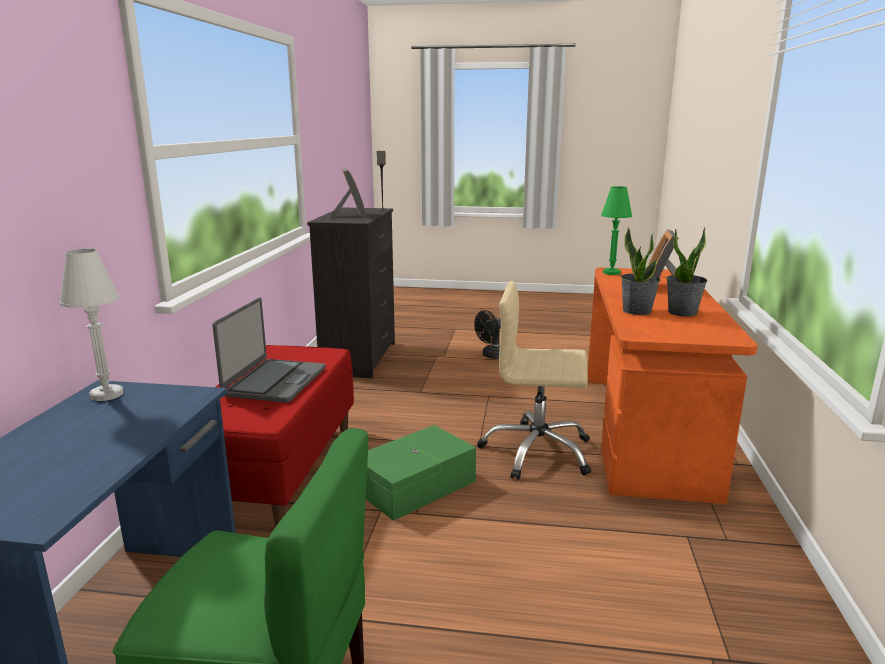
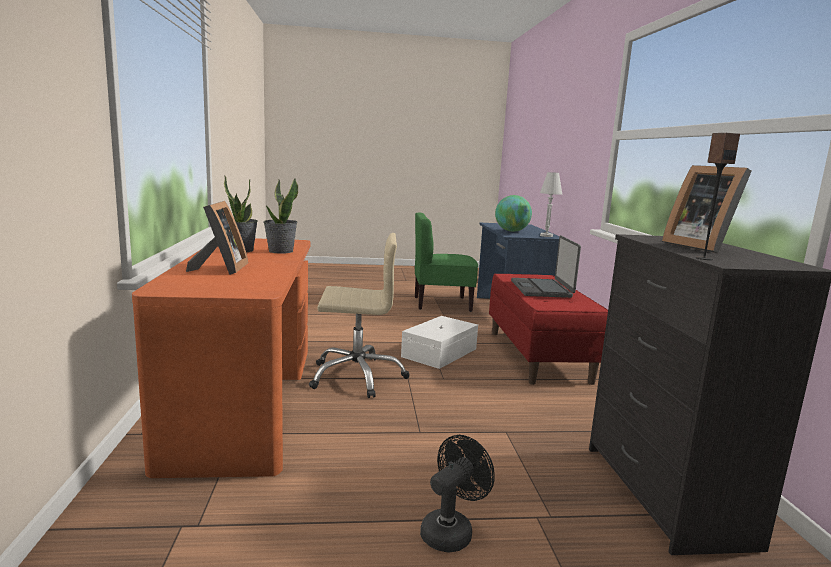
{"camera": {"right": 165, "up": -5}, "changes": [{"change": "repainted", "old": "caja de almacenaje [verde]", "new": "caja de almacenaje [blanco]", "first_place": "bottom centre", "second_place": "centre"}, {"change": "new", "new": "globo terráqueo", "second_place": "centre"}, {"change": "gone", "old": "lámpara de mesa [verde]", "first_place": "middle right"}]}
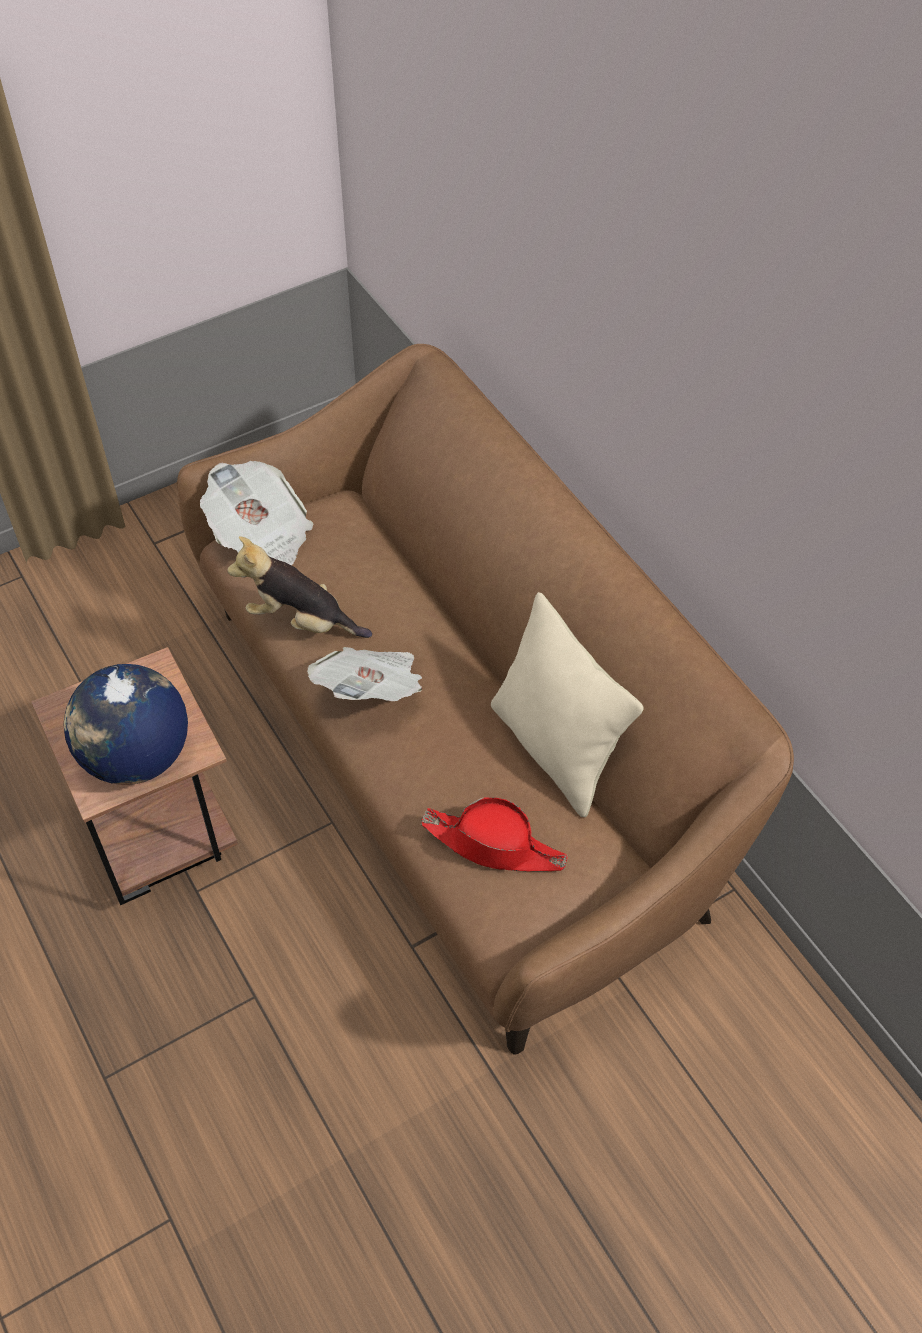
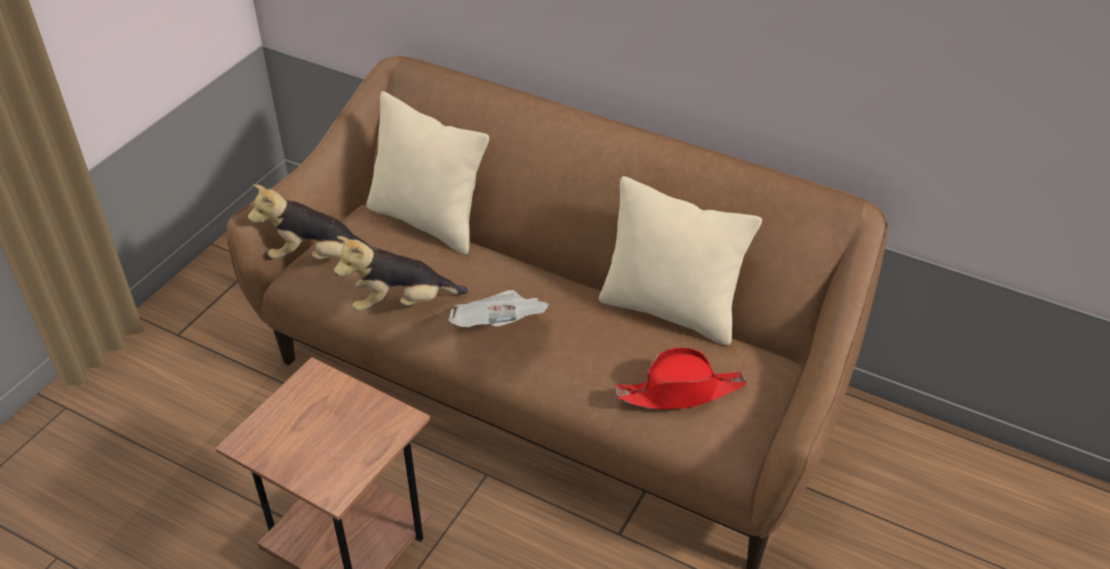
{"camera": {"right": -30, "up": -10}, "changes": [{"change": "swapped", "old": "periódico (no. 1 from left)", "new": "peluche (no. 1 from left)", "first_place": "middle left", "second_place": "middle left"}, {"change": "new", "new": "cojín [beis] (no. 1 from left)", "second_place": "top centre"}, {"change": "gone", "old": "globo terráqueo", "first_place": "middle left"}]}
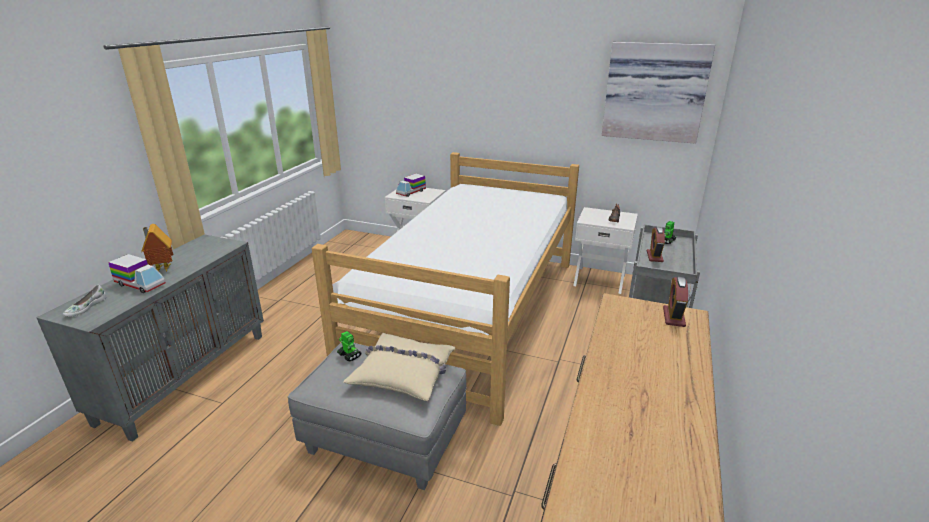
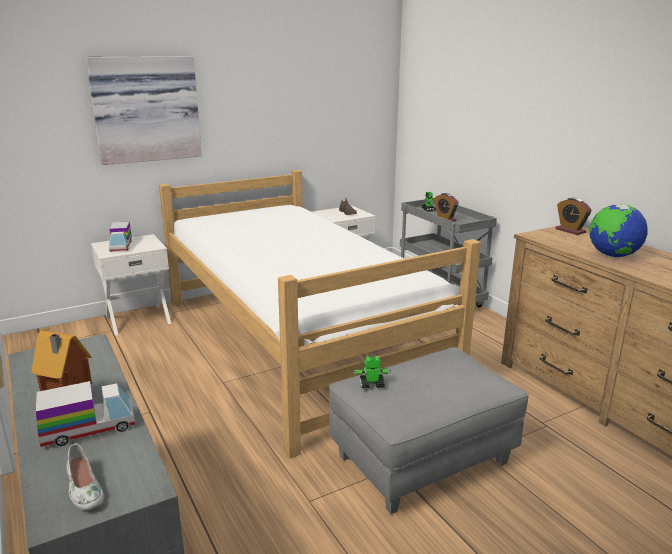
{"camera": {"right": -50, "up": -5}, "changes": [{"change": "shifted", "old": "cuadro", "first_place": "top right", "second_place": "top left"}, {"change": "new", "new": "globo terráqueo", "second_place": "middle right"}, {"change": "gone", "old": "cojín [beis]", "first_place": "bottom centre"}]}
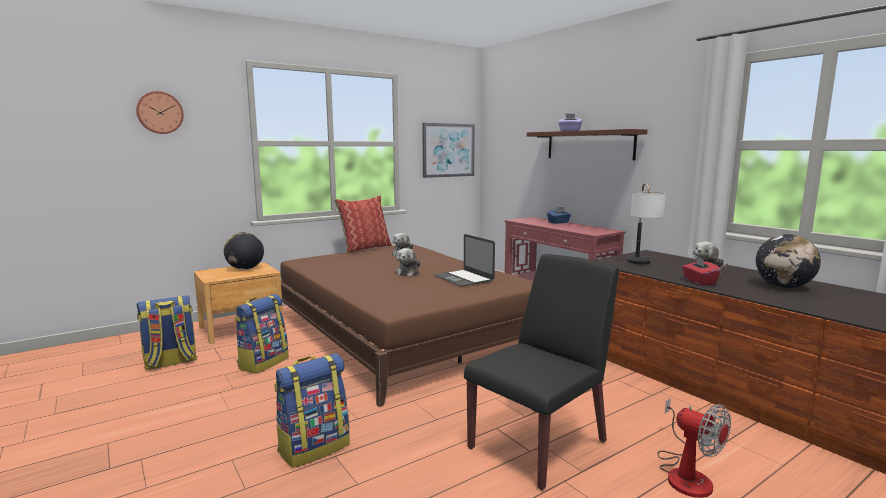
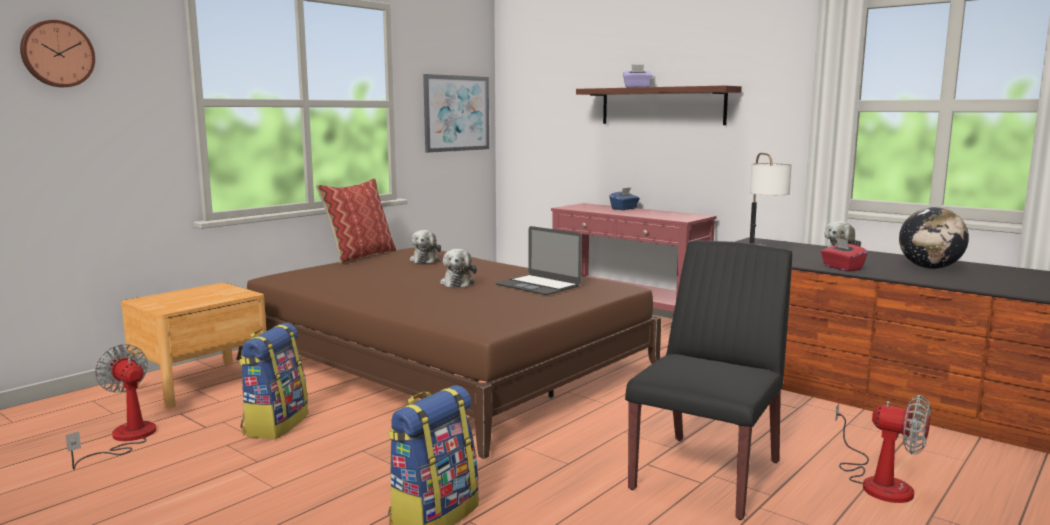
{"camera": {"right": -15, "up": 0}, "changes": [{"change": "swapped", "old": "mochila (no. 1 from left)", "new": "ventilador (no. 1 from left)", "first_place": "bottom left", "second_place": "bottom left"}, {"change": "gone", "old": "globo terráqueo (no. 1 from left)", "first_place": "middle left"}]}
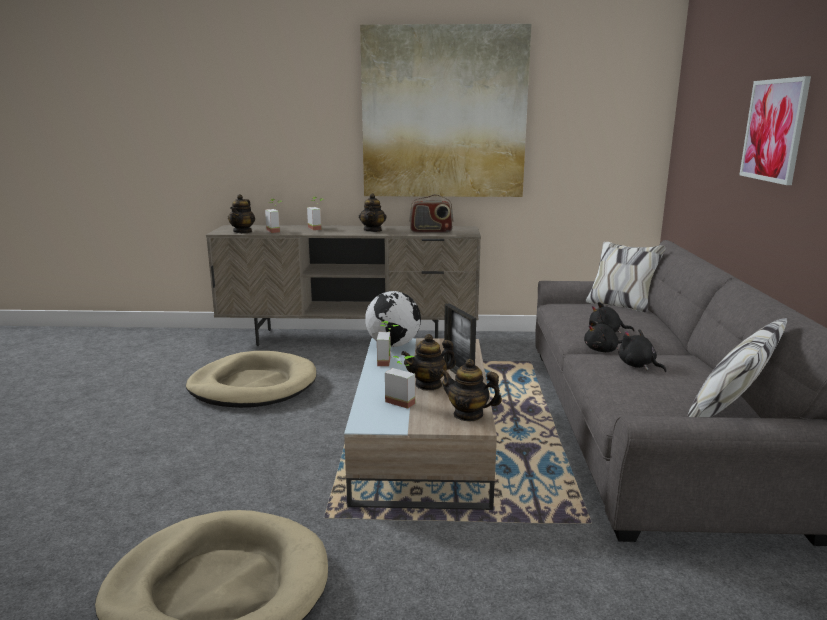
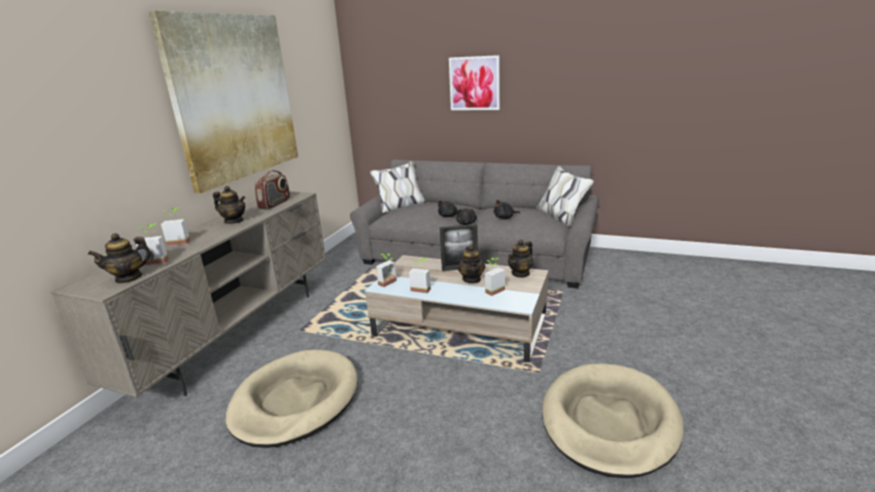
{"camera": {"right": -70, "up": 5}, "changes": [{"change": "rotated", "old": "tetera (no. 1 from left)", "first_place": "middle left", "second_place": "middle left", "degrees": 120}, {"change": "swapped", "old": "globo terráqueo", "new": "planta en maceta (no. 3 from left)", "first_place": "centre", "second_place": "centre"}]}
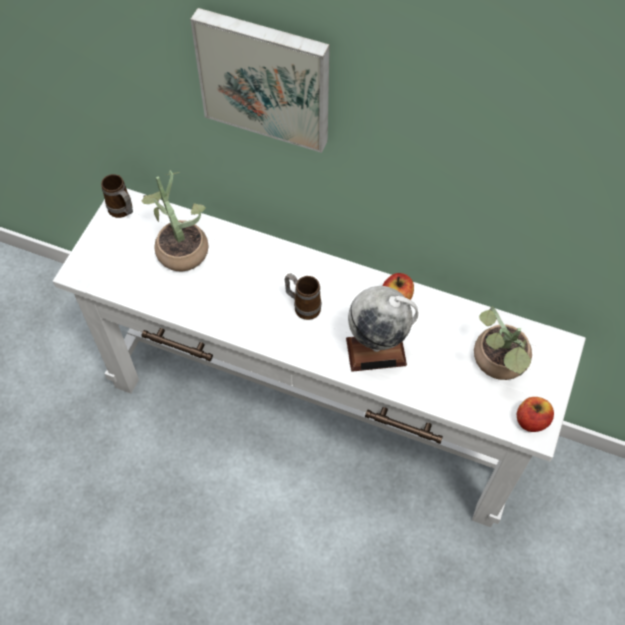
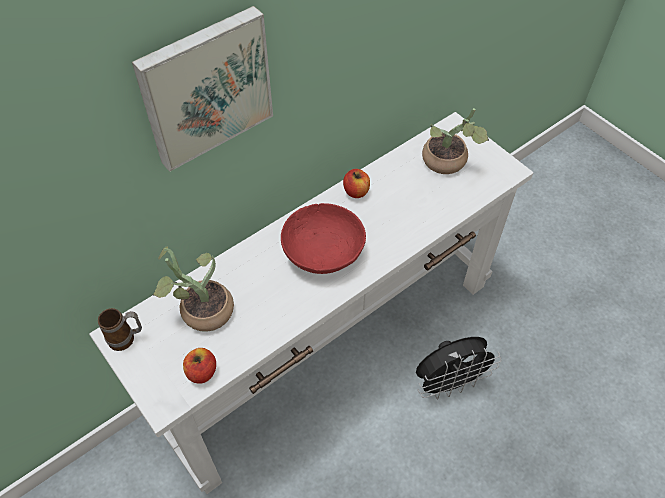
{"camera": {"right": -60, "up": -5}, "changes": [{"change": "shifted", "old": "manzana (no. 2 from left in the first image)", "new": "manzana (no. 1 from left)", "first_place": "middle right", "second_place": "bottom left"}, {"change": "swapped", "old": "taza grande (no. 2 from left)", "new": "cuenco [rojo]", "first_place": "centre", "second_place": "centre"}, {"change": "new", "new": "ventilador [negro]", "second_place": "bottom right"}, {"change": "gone", "old": "globo terráqueo", "first_place": "centre"}]}
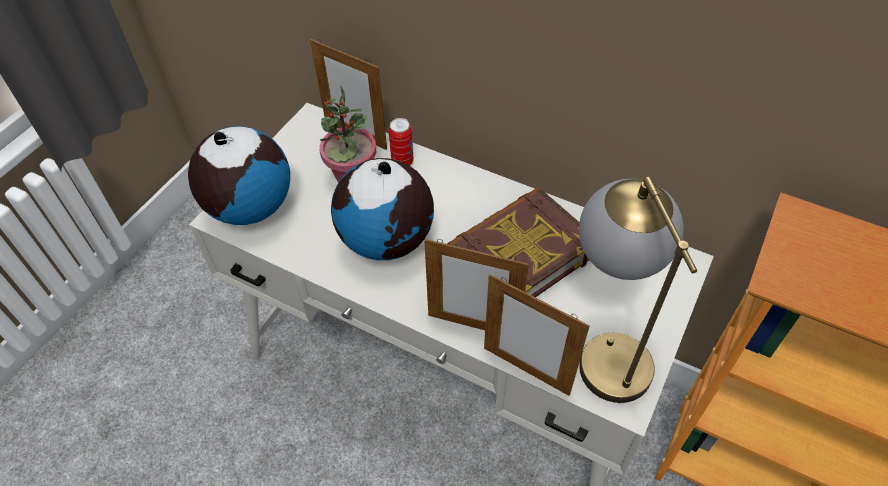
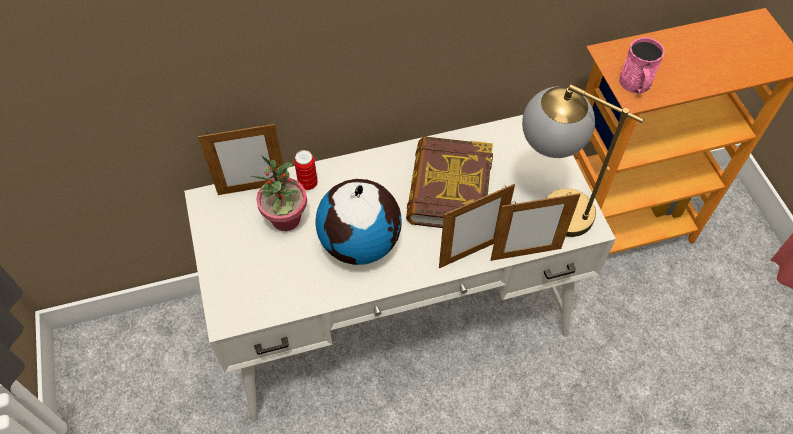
{"camera": {"right": -45, "up": 5}, "changes": [{"change": "new", "new": "taza grande [rosa]", "second_place": "top right"}, {"change": "gone", "old": "globo terráqueo (no. 1 from left)", "first_place": "middle left"}]}
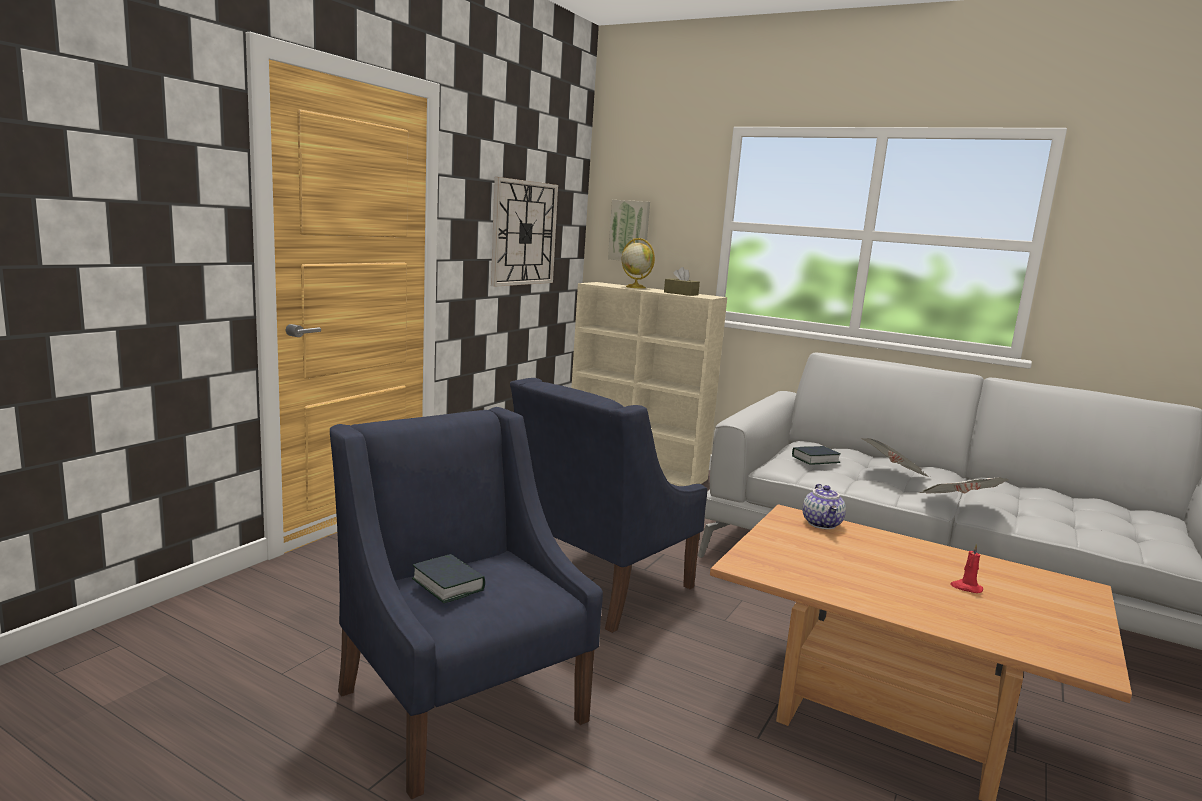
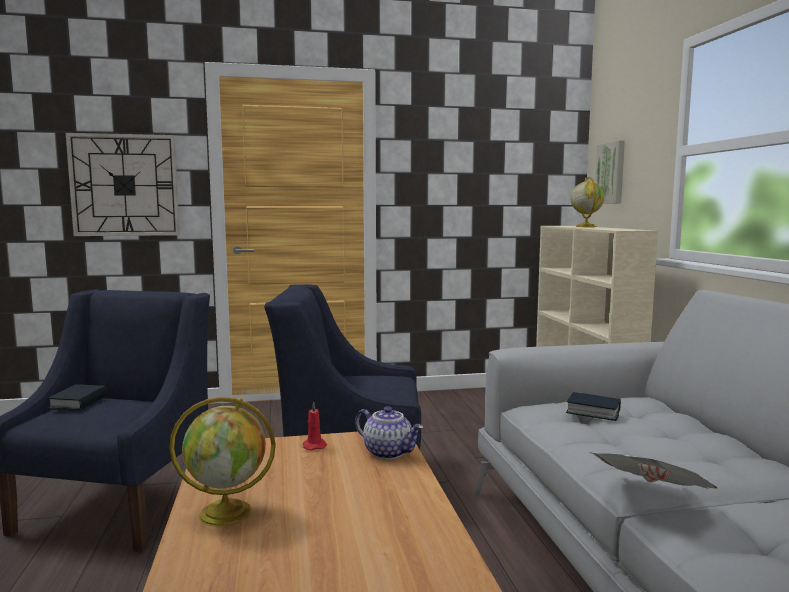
{"camera": {"right": 50, "up": -5}, "changes": [{"change": "shifted", "old": "reloj de pared", "first_place": "top centre", "second_place": "top left"}, {"change": "new", "new": "globo terráqueo (no. 1 from left)", "second_place": "bottom left"}, {"change": "shifted", "old": "vela [rojo]", "first_place": "bottom right", "second_place": "bottom centre"}, {"change": "rotated", "old": "tetera", "first_place": "middle right", "second_place": "bottom centre", "degrees": -105}, {"change": "gone", "old": "caja de pañuelos [marrón]", "first_place": "centre"}, {"change": "gone", "old": "periódico (no. 1 from left)", "first_place": "middle right"}]}
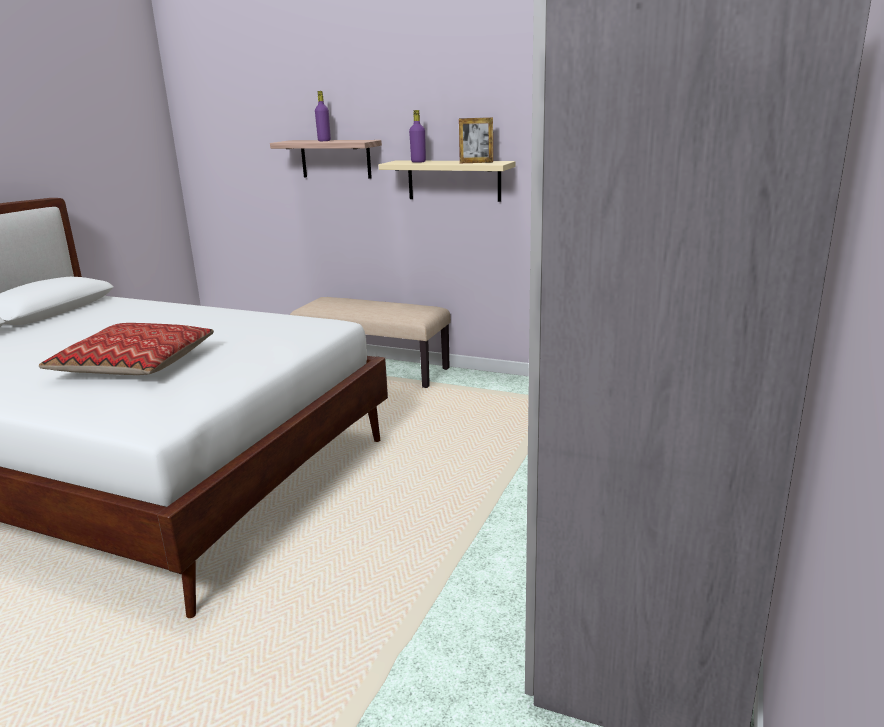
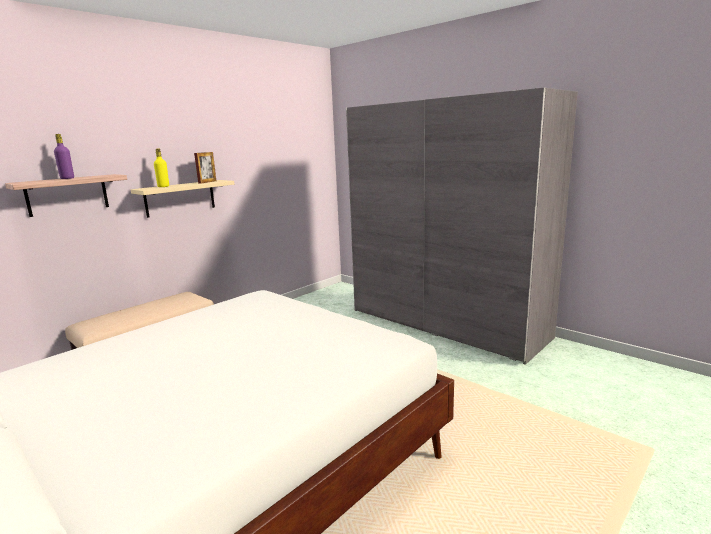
{"camera": {"right": -70, "up": -5}, "changes": [{"change": "repainted", "old": "botella [morado] (no. 2 from left)", "new": "botella [amarillo]", "first_place": "top centre", "second_place": "top left"}, {"change": "gone", "old": "cojín", "first_place": "middle left"}]}
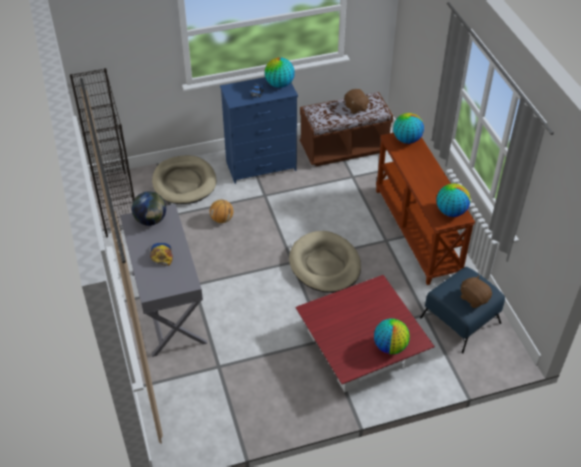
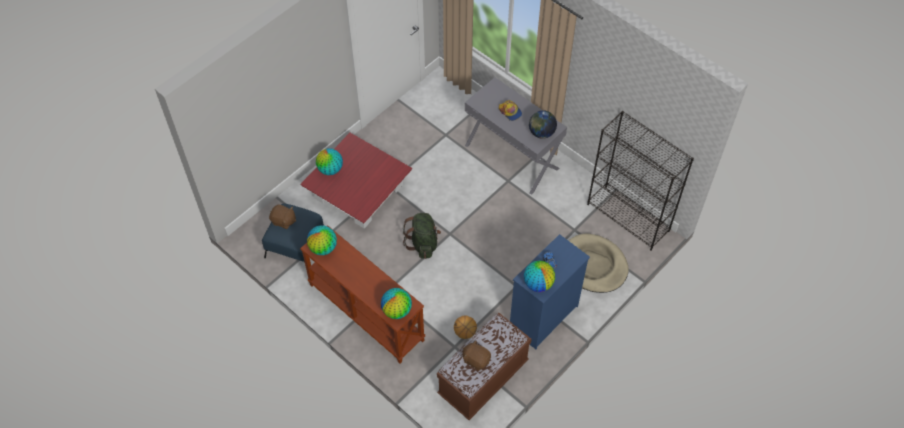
{"camera": {"right": 150, "up": 10}, "changes": [{"change": "swapped", "old": "cama para perro [beis] (no. 2 from left)", "new": "mochila [verde]", "first_place": "centre", "second_place": "centre"}, {"change": "shifted", "old": "balón de baloncesto", "first_place": "centre", "second_place": "bottom centre"}]}
